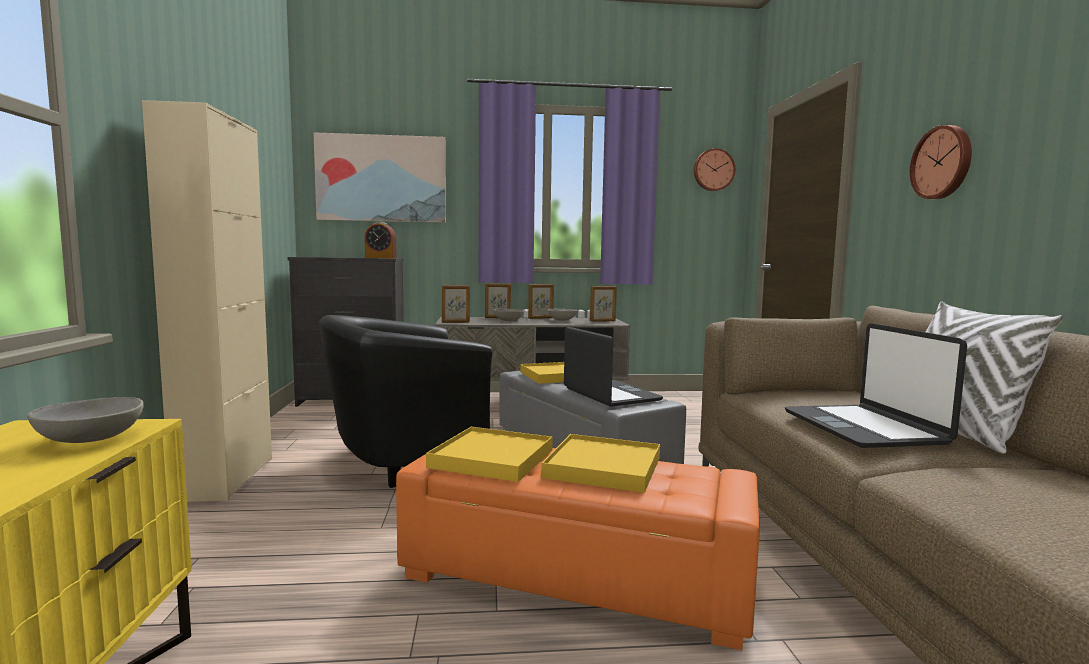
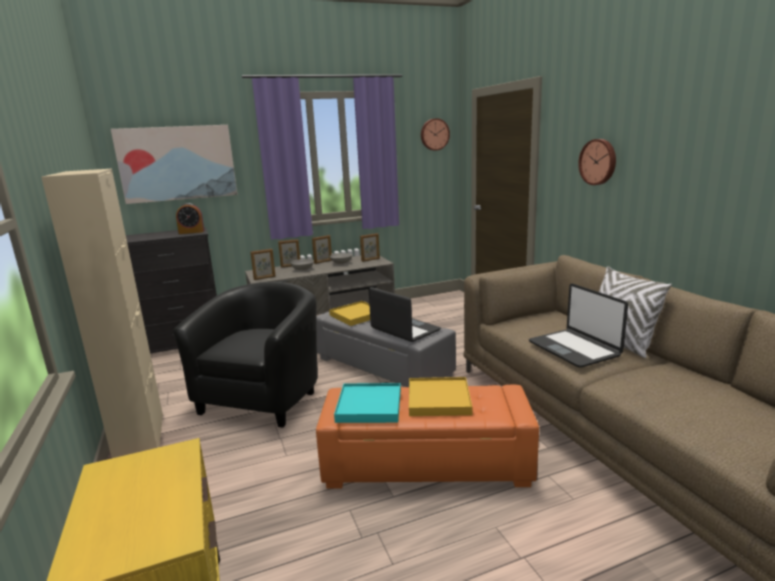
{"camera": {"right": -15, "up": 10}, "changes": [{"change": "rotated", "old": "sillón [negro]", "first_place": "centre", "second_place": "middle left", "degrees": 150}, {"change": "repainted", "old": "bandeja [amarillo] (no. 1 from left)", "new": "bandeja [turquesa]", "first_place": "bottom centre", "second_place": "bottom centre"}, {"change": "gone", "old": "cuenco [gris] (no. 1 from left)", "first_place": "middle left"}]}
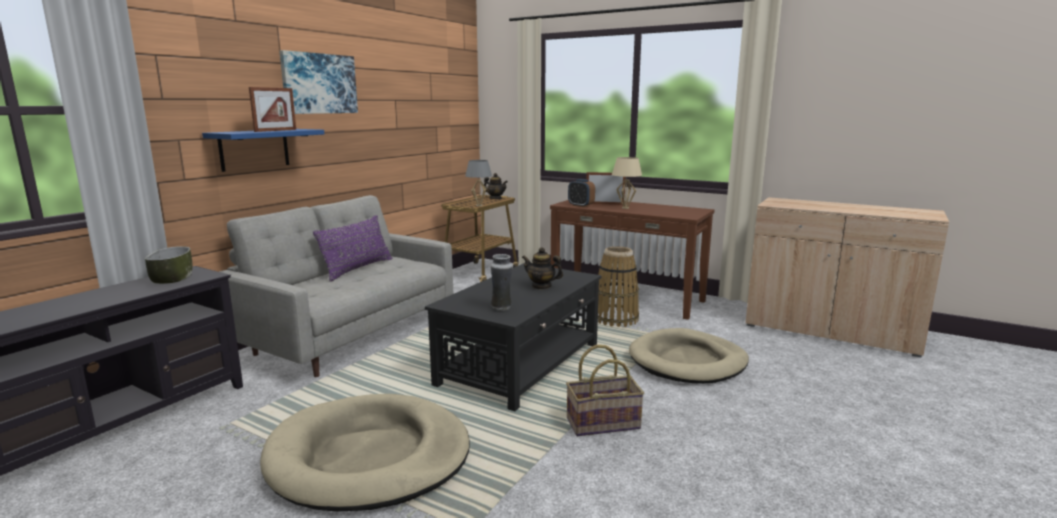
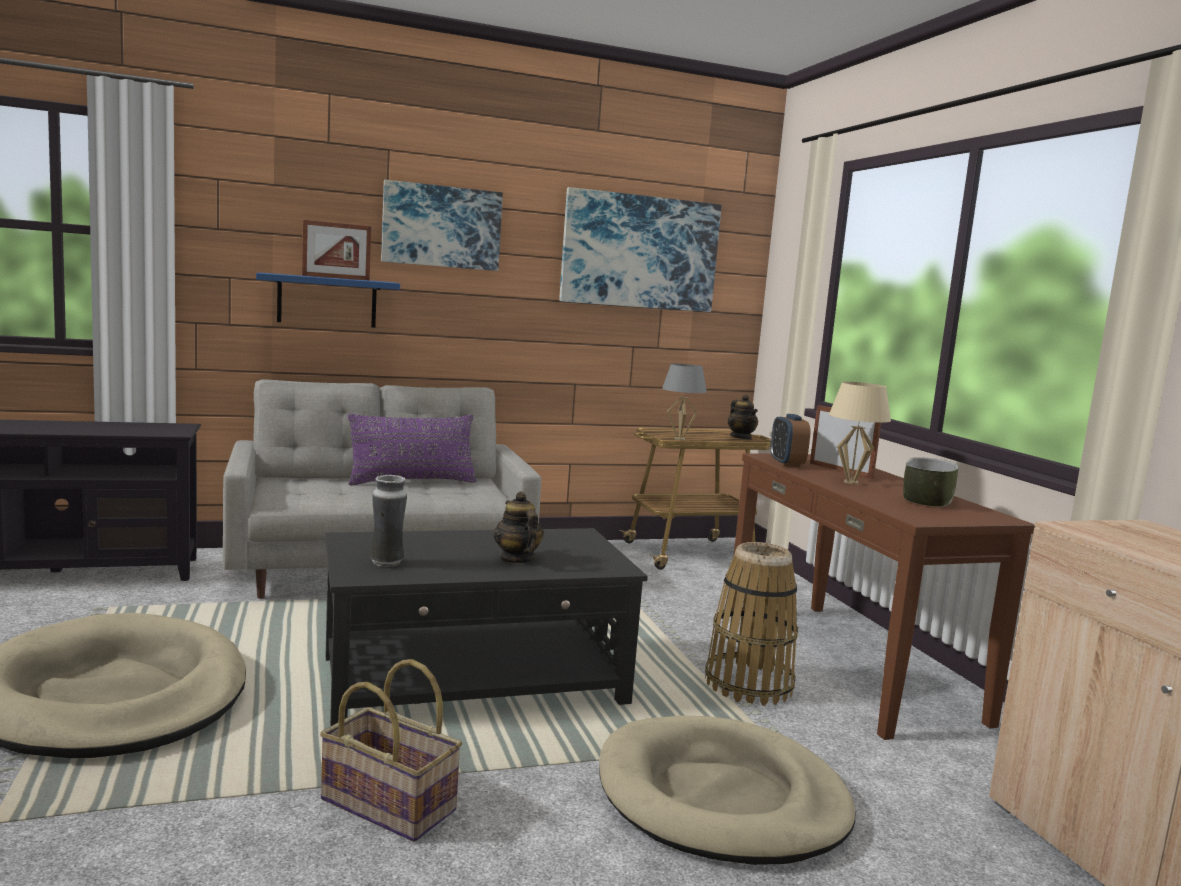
{"camera": {"right": 40, "up": -5}, "changes": [{"change": "new", "new": "cuadro (no. 2 from left)", "second_place": "top centre"}, {"change": "shifted", "old": "cuenco", "first_place": "middle left", "second_place": "middle right"}]}
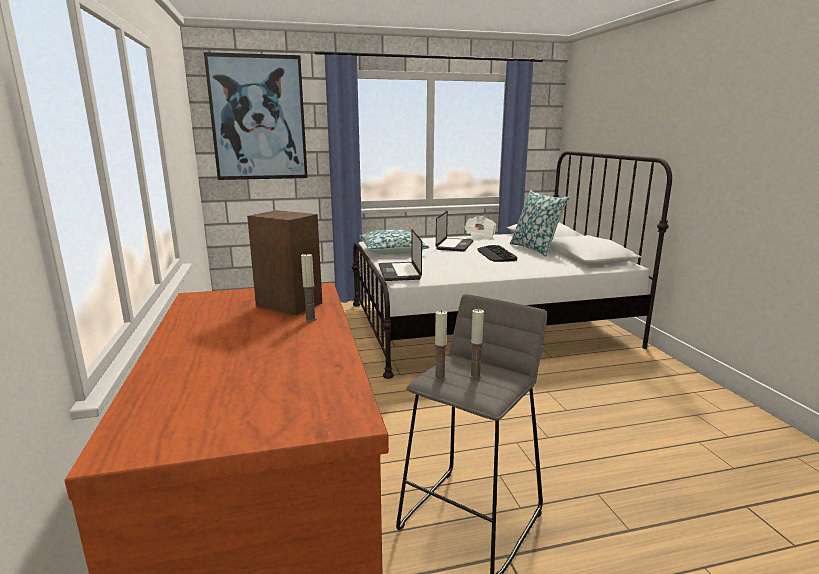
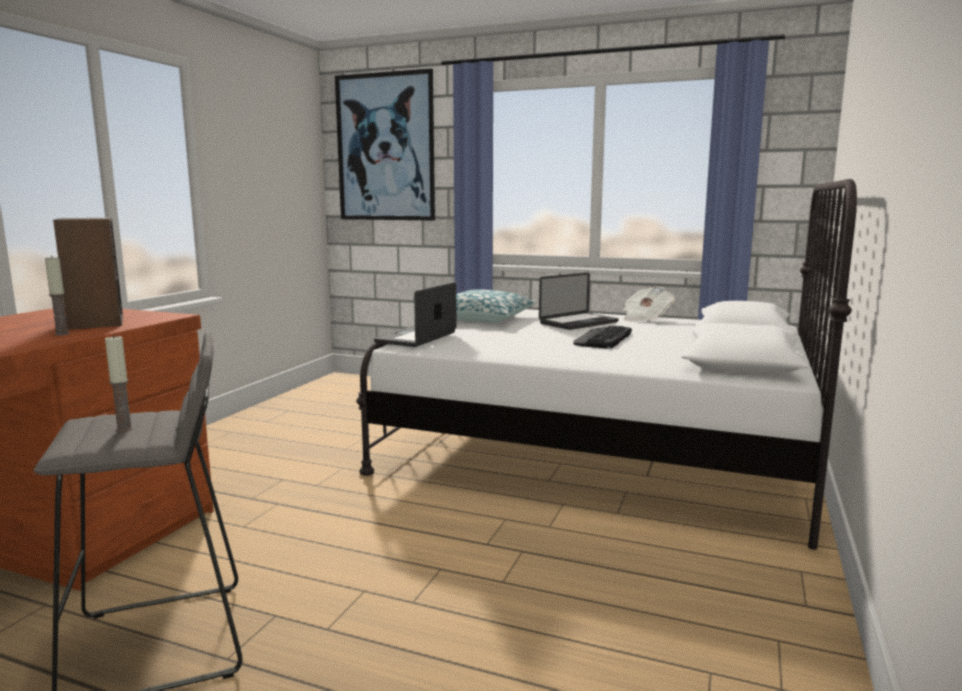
{"camera": {"right": 35, "up": -5}, "changes": [{"change": "gone", "old": "vela (no. 2 from left)", "first_place": "centre"}, {"change": "gone", "old": "cojín (no. 2 from left)", "first_place": "centre"}]}
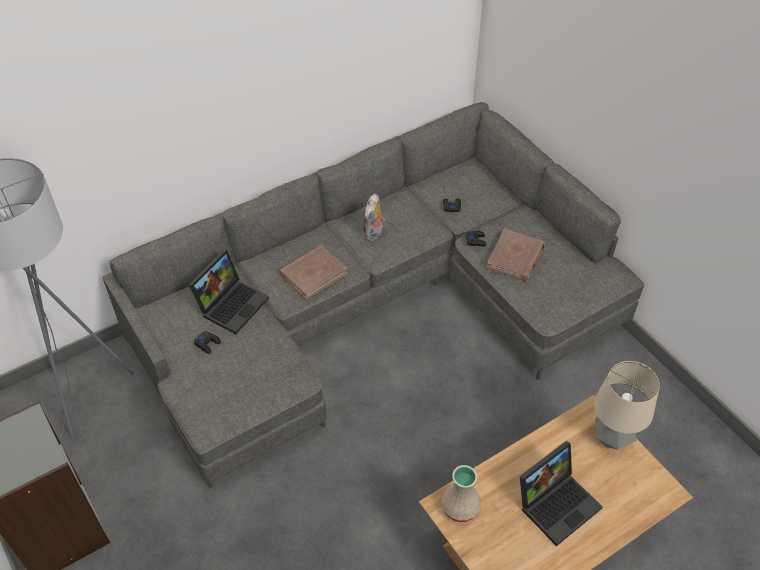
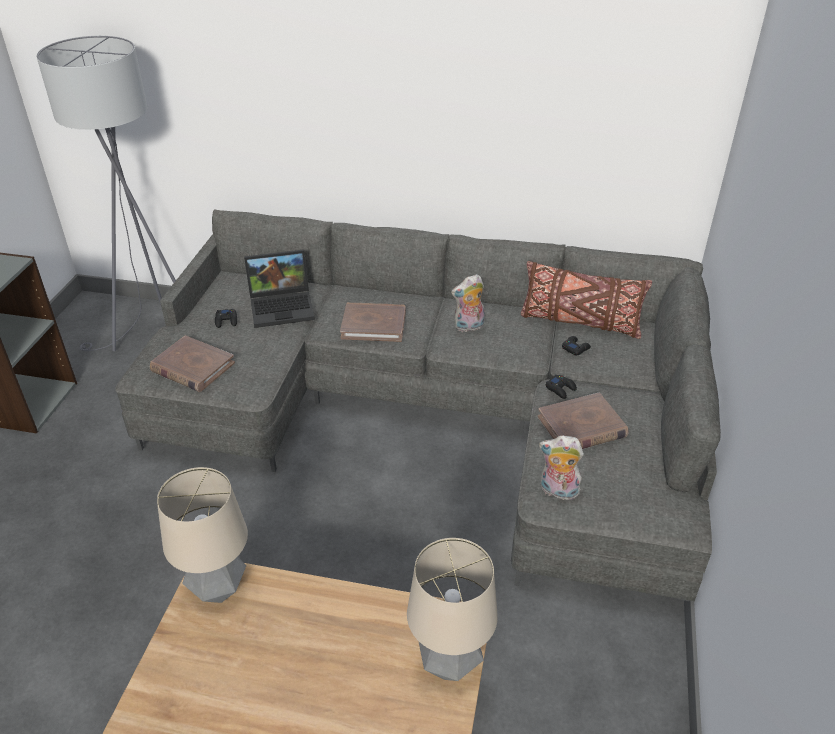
{"camera": {"right": 45, "up": -10}, "changes": [{"change": "new", "new": "libro [marrón] (no. 1 from left)", "second_place": "middle left"}, {"change": "swapped", "old": "florero [beis]", "new": "lámpara de mesa (no. 1 from left)", "first_place": "bottom centre", "second_place": "bottom left"}, {"change": "new", "new": "cojín [marrón]", "second_place": "middle right"}, {"change": "new", "new": "peluche (no. 2 from left)", "second_place": "middle right"}, {"change": "gone", "old": "portátil (no. 2 from left)", "first_place": "bottom right"}]}
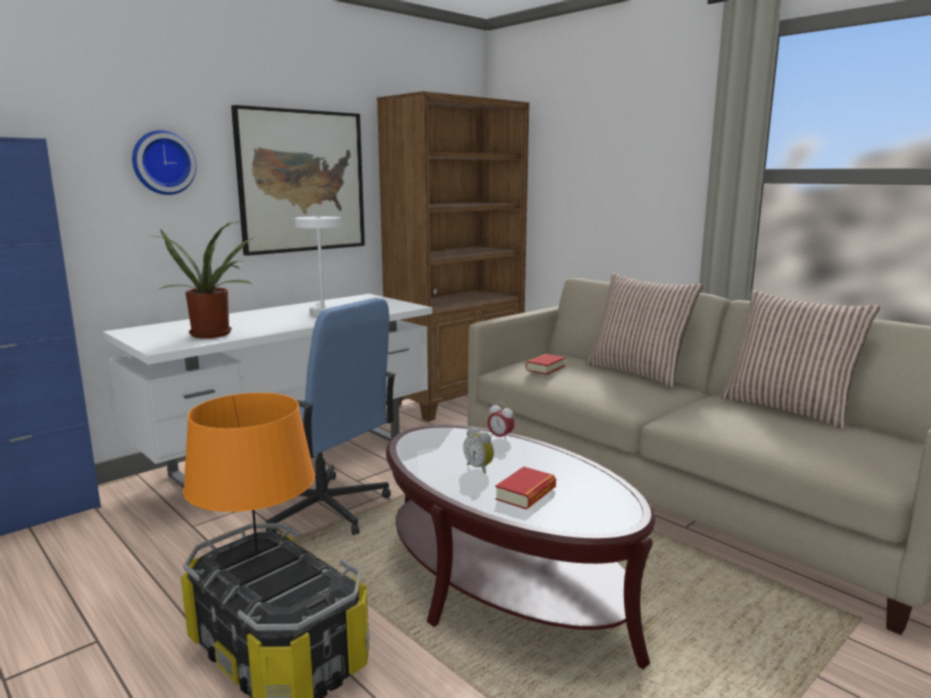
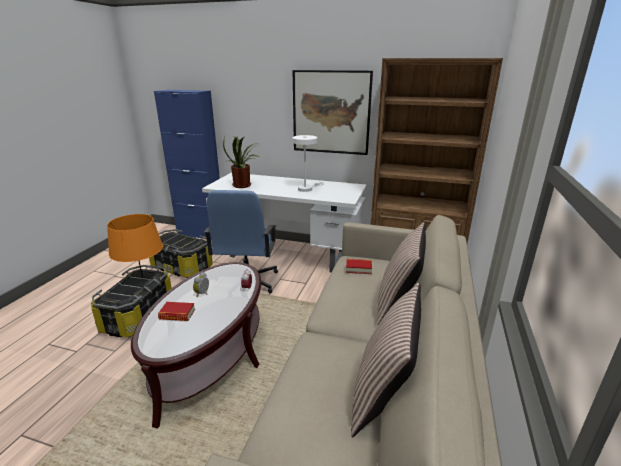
{"camera": {"right": 60, "up": 10}, "changes": [{"change": "new", "new": "caja de almacenaje (no. 2 from left)", "second_place": "middle left"}, {"change": "gone", "old": "reloj de pared", "first_place": "top left"}]}
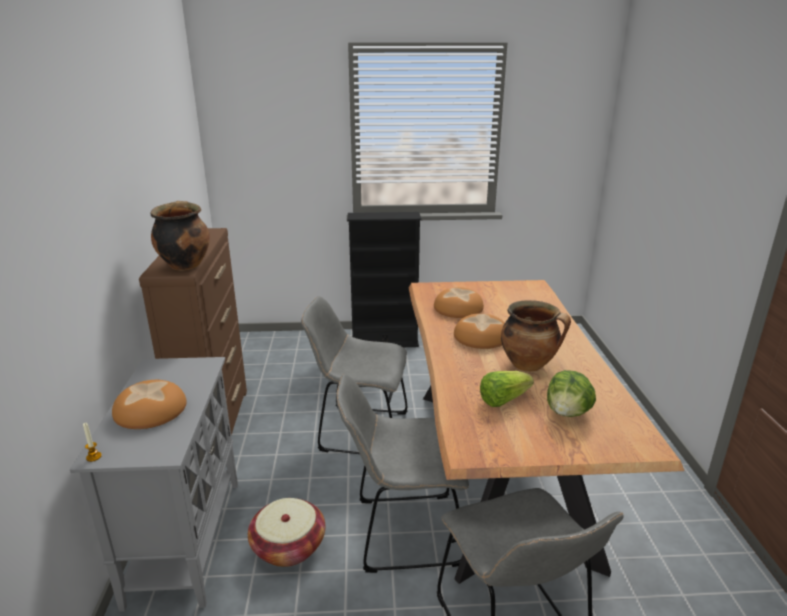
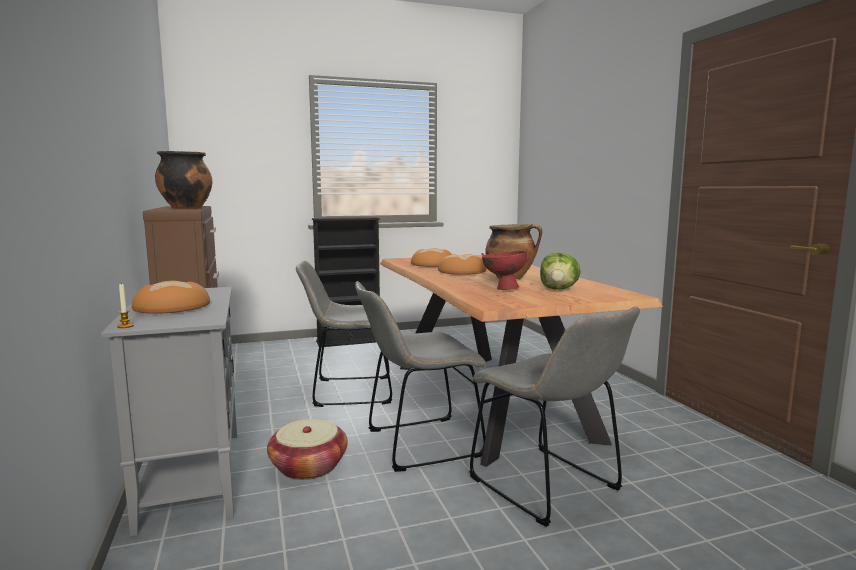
{"camera": {"right": -15, "up": -15}, "changes": [{"change": "swapped", "old": "lechuga (no. 1 from left)", "new": "cuenco [rojo]", "first_place": "centre", "second_place": "centre"}]}
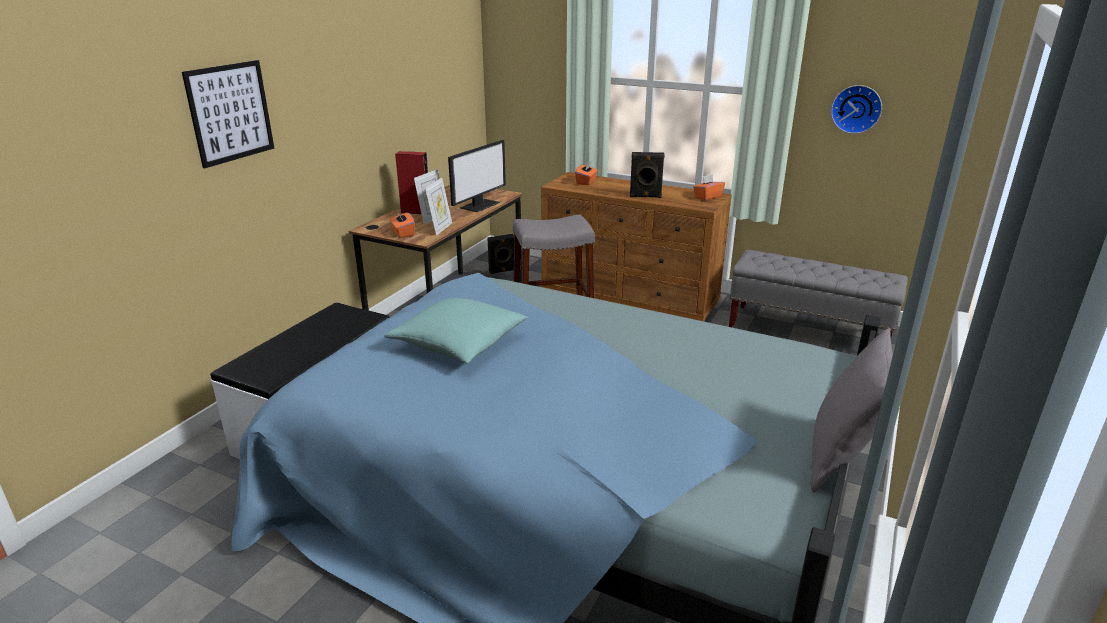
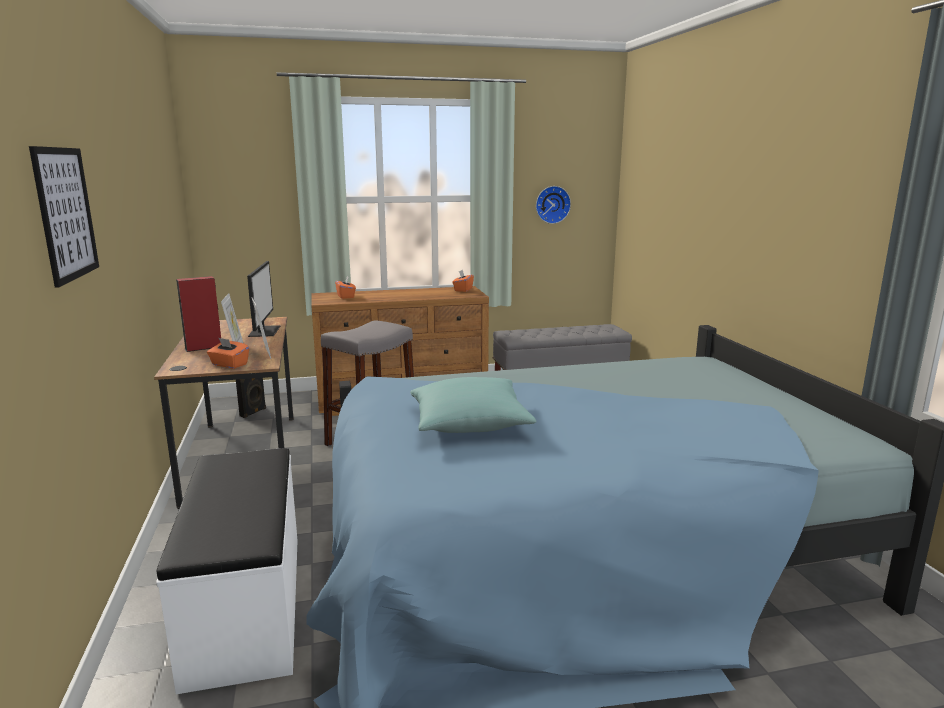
{"camera": {"right": -40, "up": -10}, "changes": [{"change": "gone", "old": "altavoz [negro] (no. 2 from left)", "first_place": "top centre"}, {"change": "gone", "old": "cojín [gris]", "first_place": "middle right"}]}
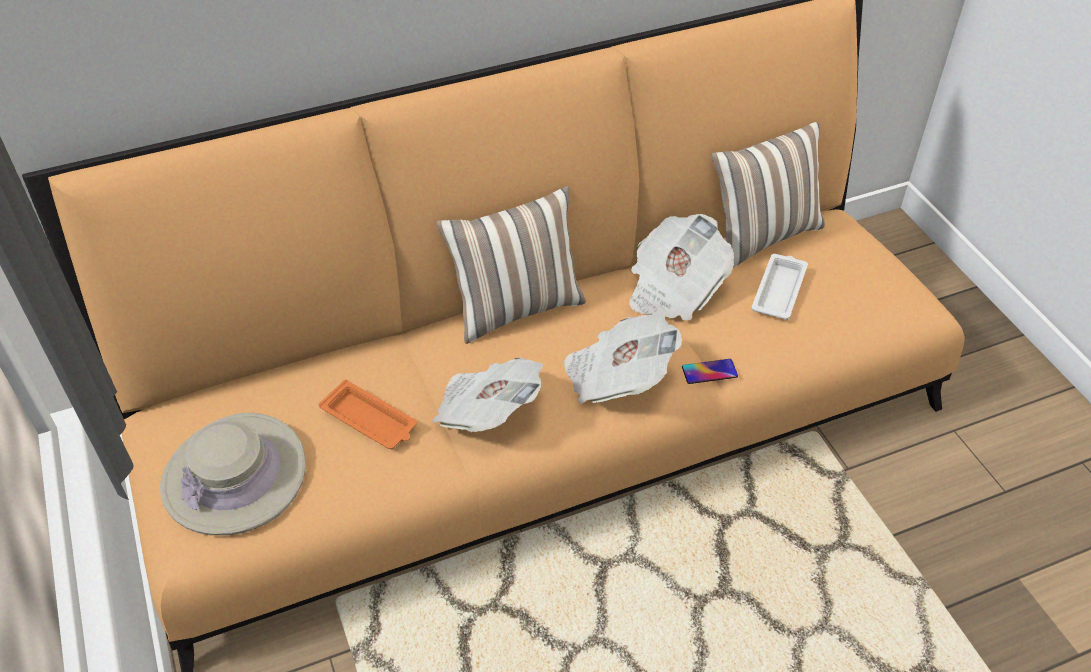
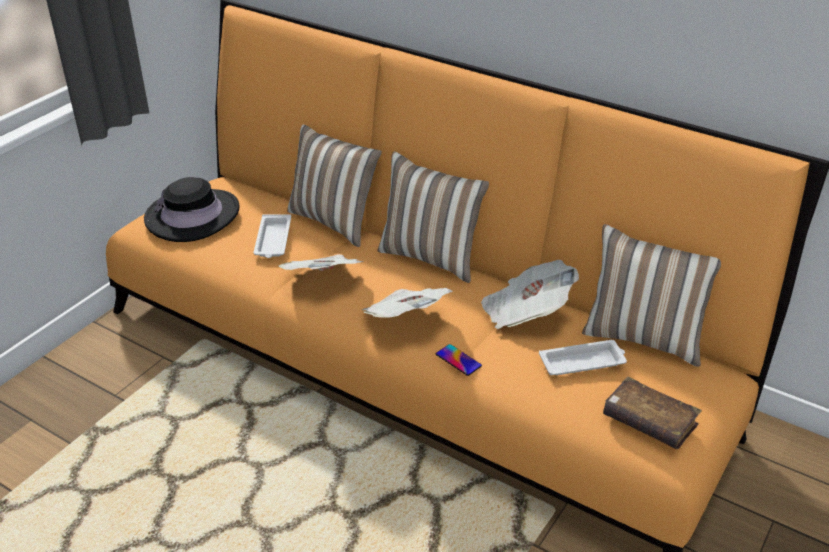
{"camera": {"right": 55, "up": -10}, "changes": [{"change": "repainted", "old": "sombrero [beis]", "new": "sombrero [negro]", "first_place": "bottom left", "second_place": "middle left"}, {"change": "repainted", "old": "bandeja [naranja]", "new": "bandeja [blanco] (no. 1 from left)", "first_place": "centre", "second_place": "middle left"}, {"change": "new", "new": "cojín (no. 1 from left)", "second_place": "centre"}, {"change": "new", "new": "libro [marrón]", "second_place": "bottom right"}]}
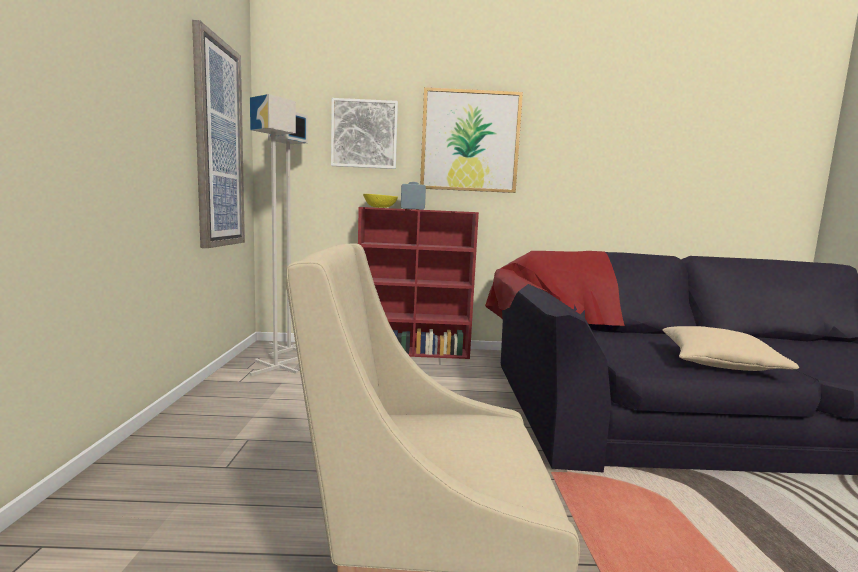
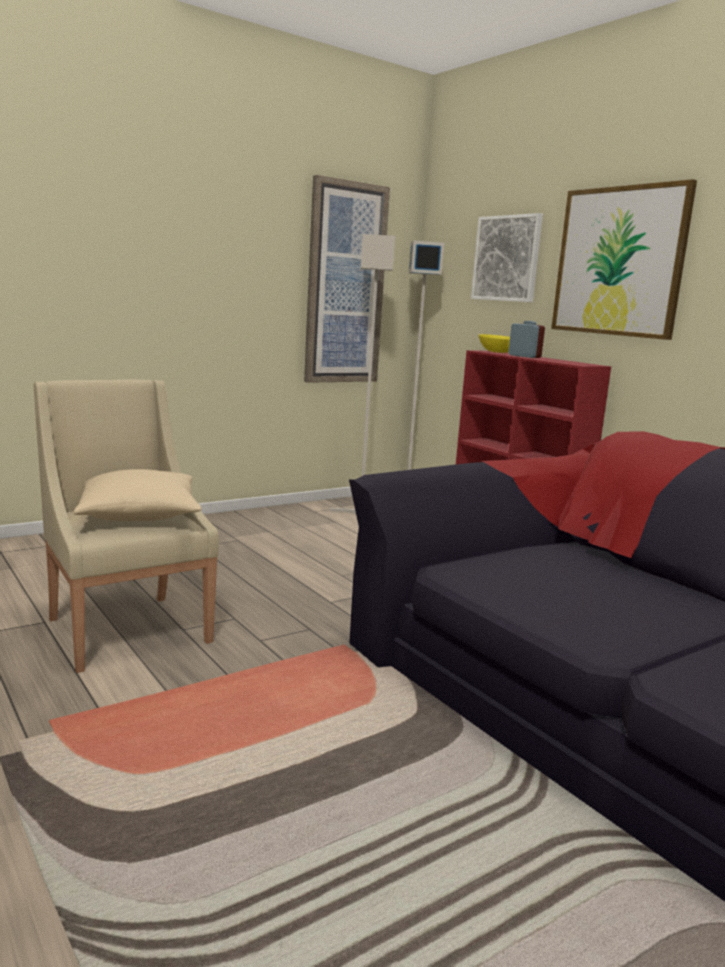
{"camera": {"right": 55, "up": 5}, "changes": [{"change": "shifted", "old": "cojín [beis]", "first_place": "middle right", "second_place": "middle left"}]}
